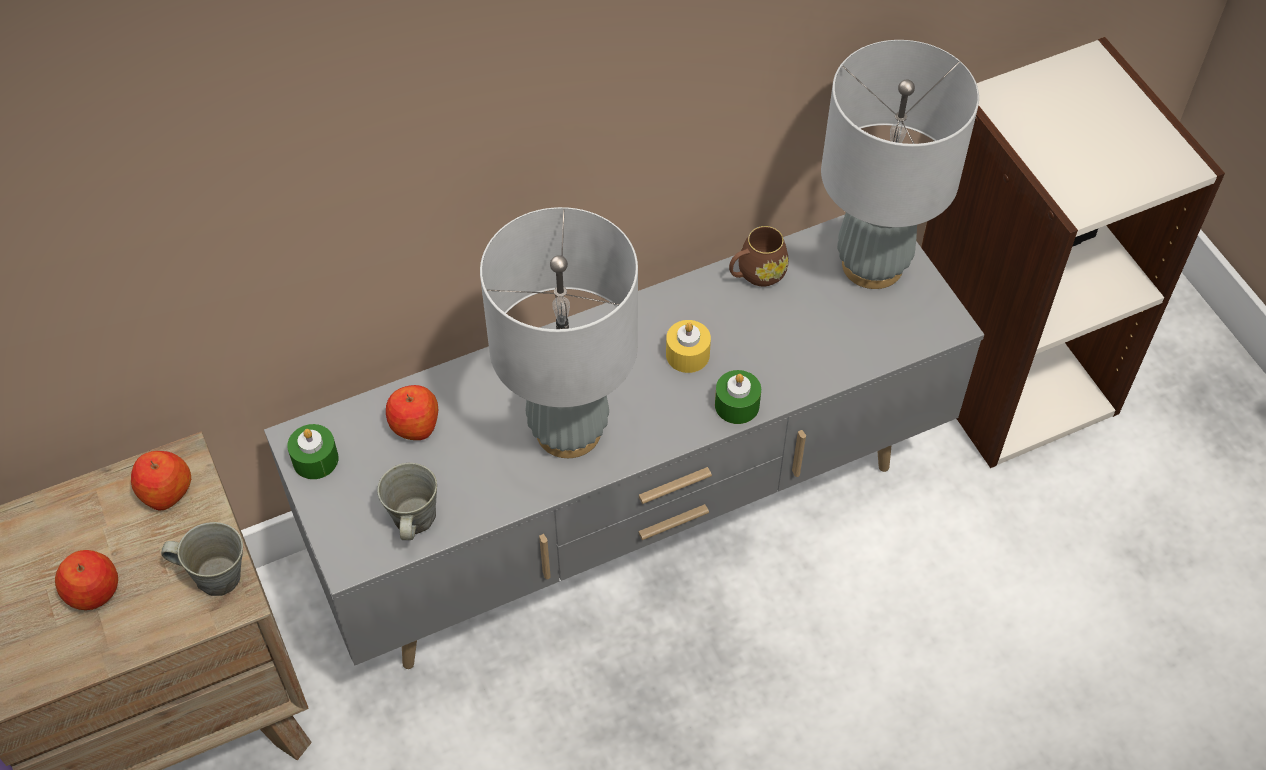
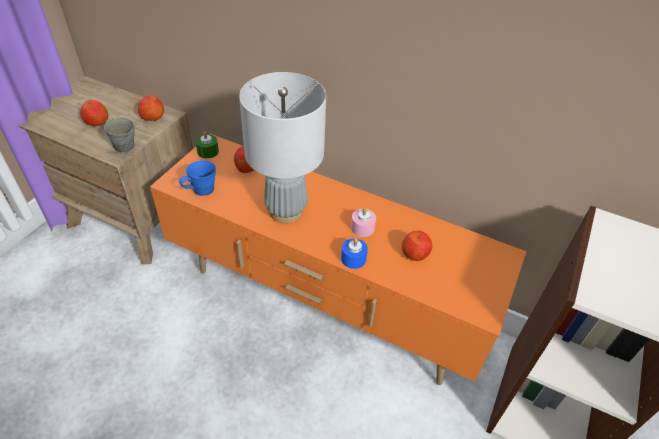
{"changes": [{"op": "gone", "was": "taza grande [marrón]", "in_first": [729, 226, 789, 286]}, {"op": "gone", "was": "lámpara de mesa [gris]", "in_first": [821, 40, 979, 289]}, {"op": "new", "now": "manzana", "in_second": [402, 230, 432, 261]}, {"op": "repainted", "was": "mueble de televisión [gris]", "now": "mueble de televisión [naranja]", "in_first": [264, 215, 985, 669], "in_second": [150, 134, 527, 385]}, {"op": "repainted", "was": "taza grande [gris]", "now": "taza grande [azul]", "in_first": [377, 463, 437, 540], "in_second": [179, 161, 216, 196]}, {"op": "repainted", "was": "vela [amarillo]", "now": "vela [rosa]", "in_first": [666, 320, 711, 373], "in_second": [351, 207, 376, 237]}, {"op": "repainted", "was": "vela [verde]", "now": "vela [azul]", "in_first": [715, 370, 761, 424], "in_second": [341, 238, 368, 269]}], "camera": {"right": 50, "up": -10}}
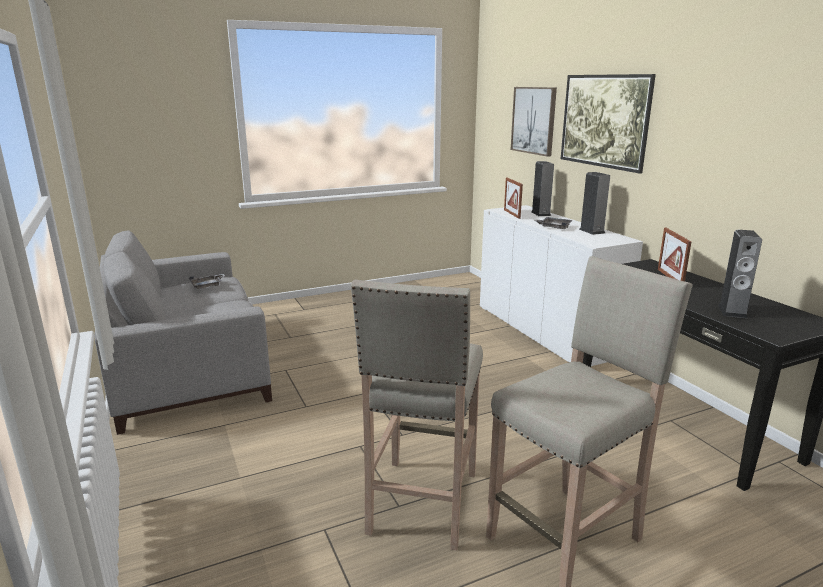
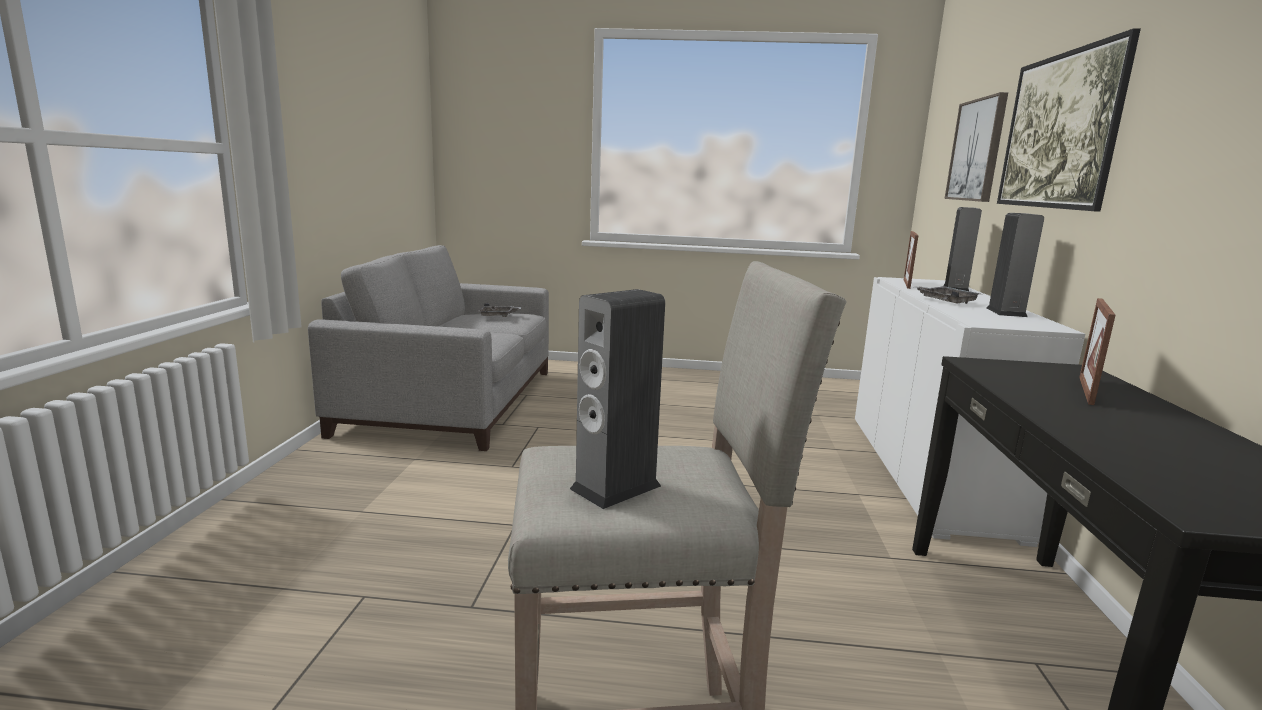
{"changes": [{"op": "gone", "was": "taburete [beis]", "in_first": [351, 279, 483, 551]}, {"op": "shifted", "was": "altavoz", "in_first": [718, 230, 762, 318], "in_second": [570, 289, 665, 509]}], "camera": {"right": 30, "up": -5}}
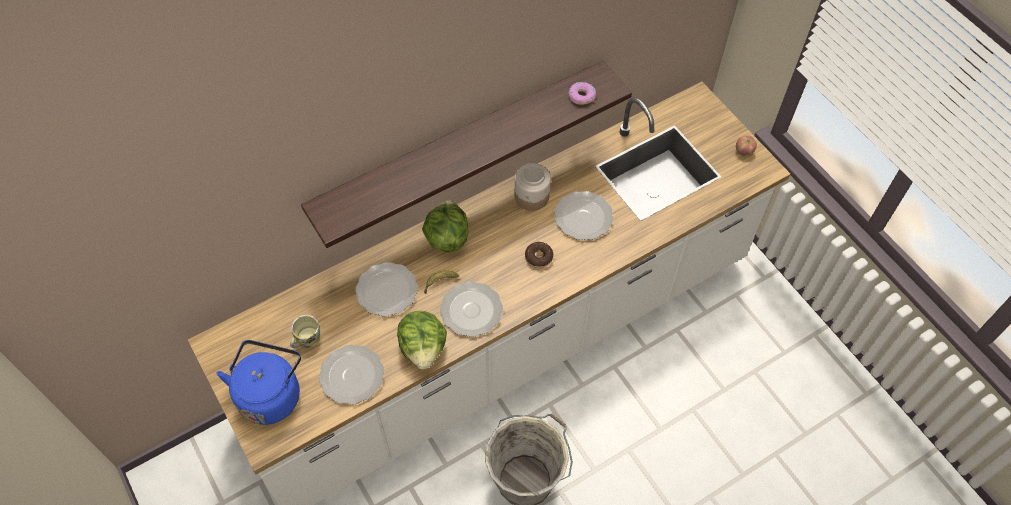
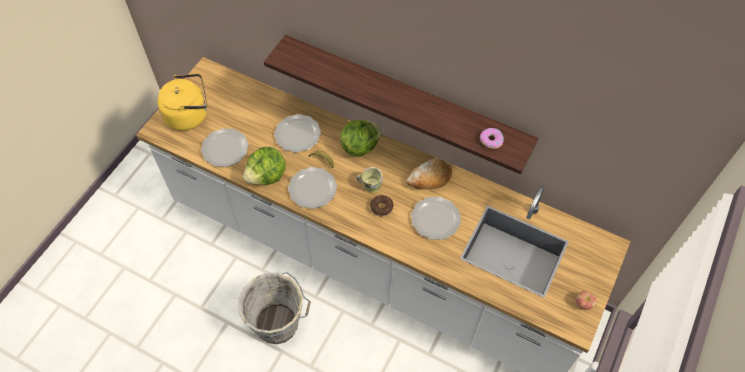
{"changes": [{"op": "shifted", "was": "taza grande", "in_first": [290, 315, 320, 348], "in_second": [356, 167, 383, 193]}, {"op": "swapped", "was": "tarro", "now": "pan", "in_first": [515, 163, 551, 211], "in_second": [406, 158, 453, 190]}, {"op": "repainted", "was": "hervidor [azul]", "now": "hervidor [amarillo]", "in_first": [216, 340, 301, 425], "in_second": [157, 73, 207, 131]}], "camera": {"right": 60, "up": 0}}
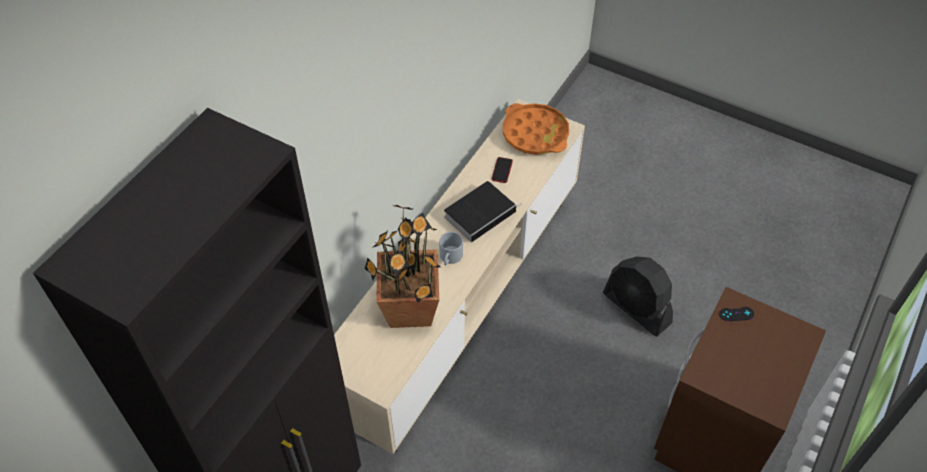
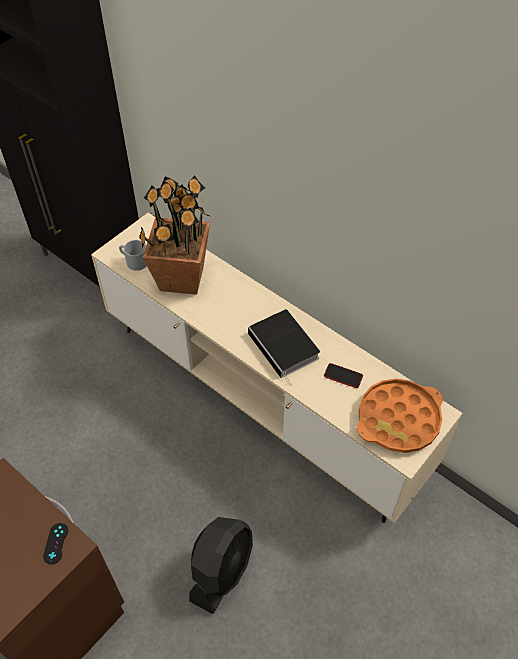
{"changes": [{"op": "shifted", "was": "taza grande [gris]", "in_first": [439, 232, 463, 265], "in_second": [119, 240, 147, 271]}, {"op": "rotated", "was": "ventilador [negro]", "in_first": [603, 256, 673, 336], "in_second": [189, 517, 253, 614], "clockwise": 150}], "camera": {"right": 100, "up": 0}}
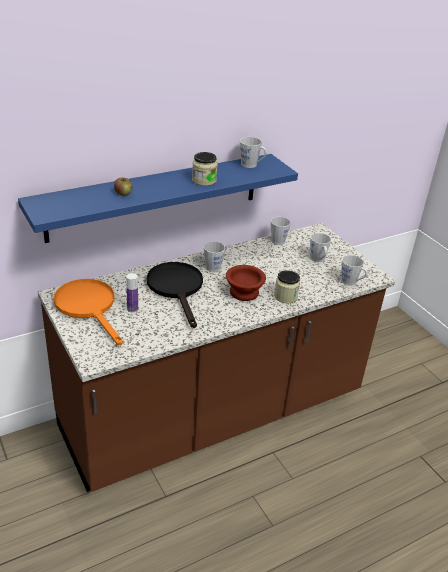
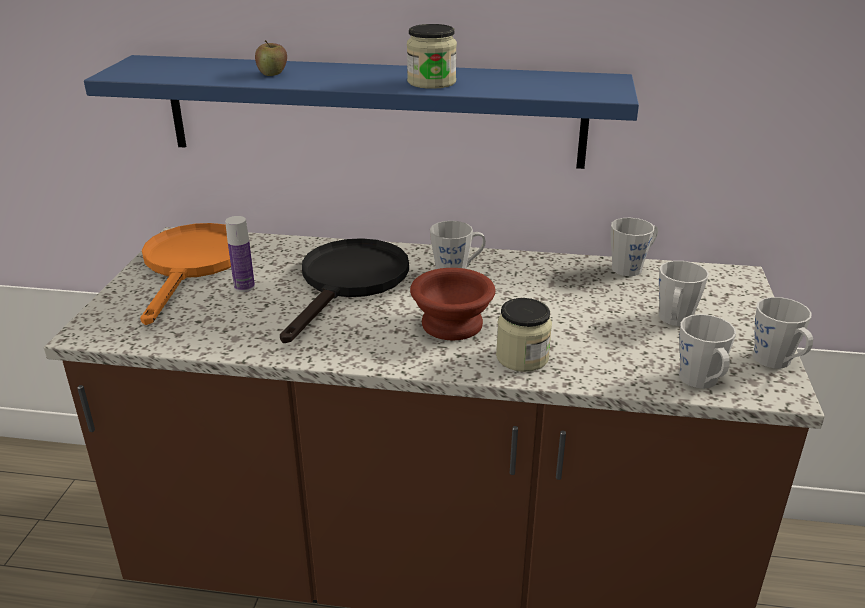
{"changes": [{"op": "shifted", "was": "taza grande [gris]", "in_first": [240, 137, 267, 168], "in_second": [753, 297, 813, 368]}], "camera": {"right": 40, "up": -5}}
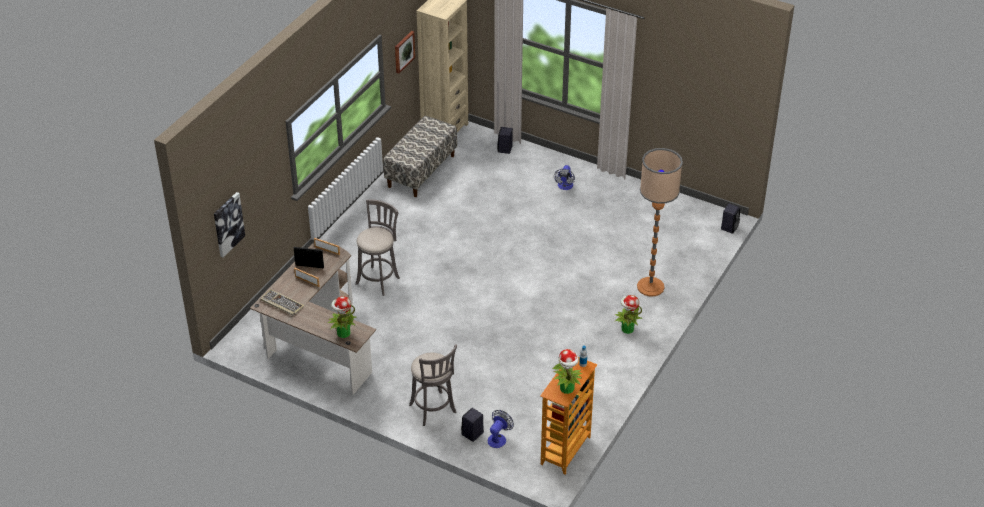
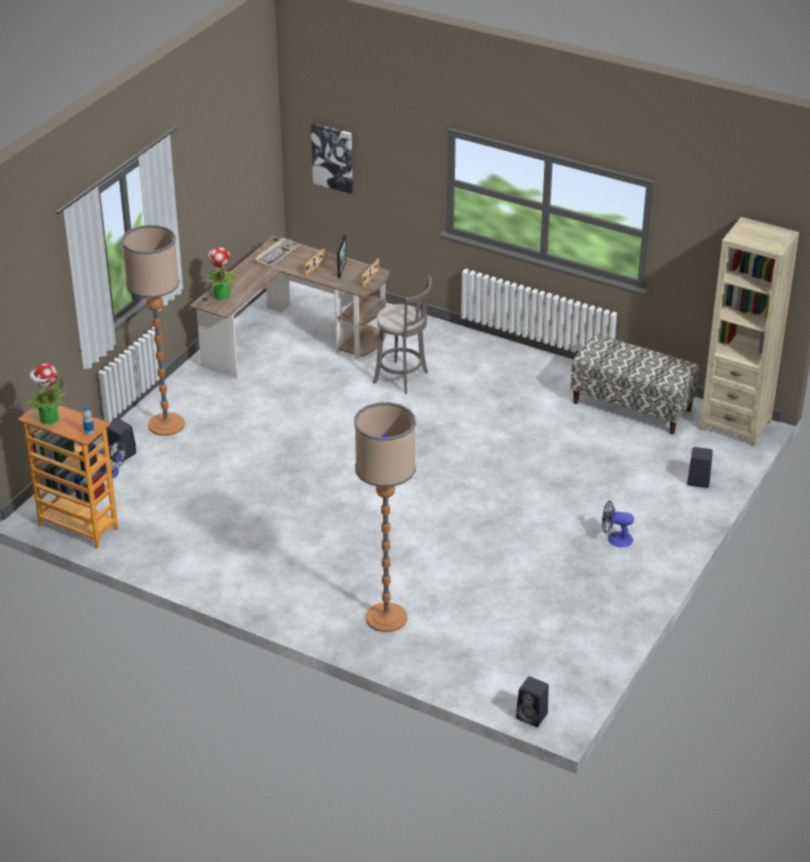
{"changes": [{"op": "gone", "was": "cuadro", "in_first": [395, 31, 415, 74]}, {"op": "gone", "was": "planta en maceta", "in_first": [614, 295, 643, 334]}, {"op": "swapped", "was": "taburete [gris]", "now": "lámpara de pie", "in_first": [409, 344, 457, 426], "in_second": [121, 225, 185, 436]}], "camera": {"right": 90, "up": -5}}
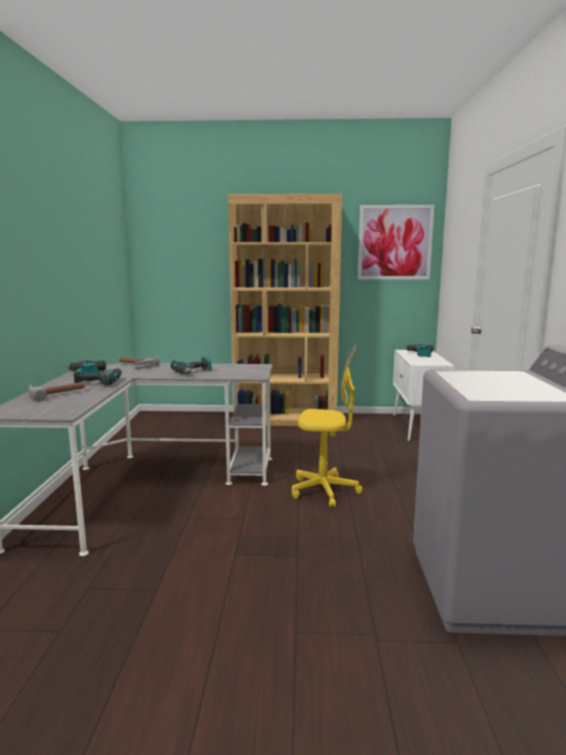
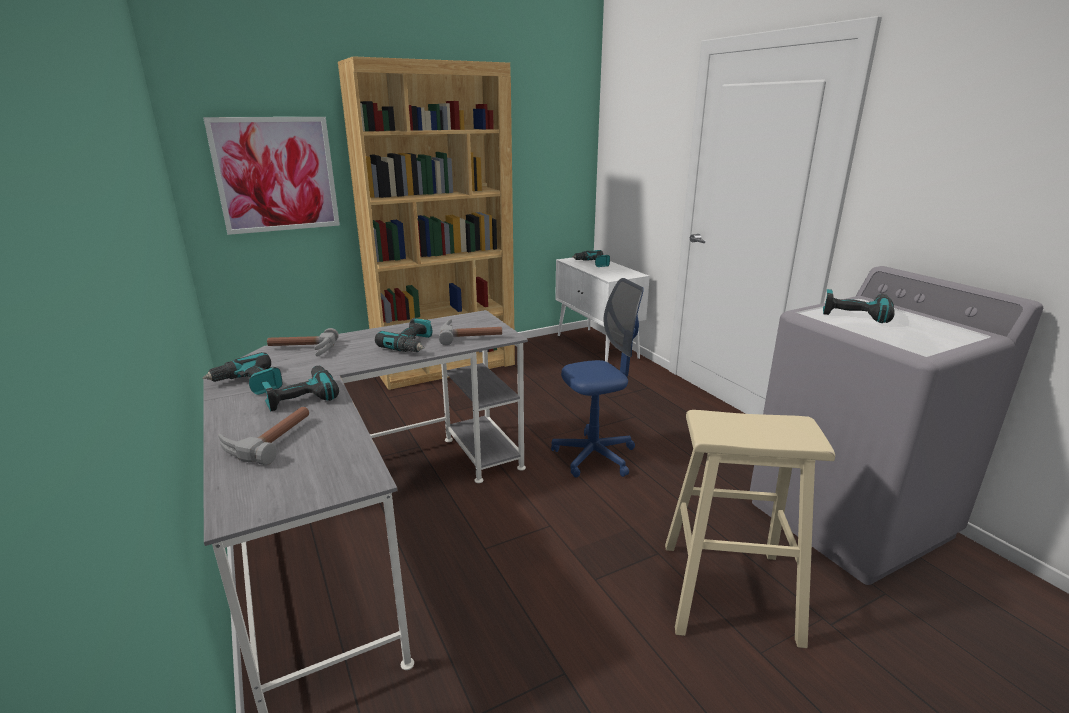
{"changes": [{"op": "new", "now": "martillo", "in_second": [439, 319, 502, 345]}, {"op": "new", "now": "taburete [beis]", "in_second": [665, 410, 835, 648]}, {"op": "new", "now": "taladro", "in_second": [823, 289, 895, 323]}, {"op": "shifted", "was": "cuadro", "in_first": [358, 205, 434, 280], "in_second": [203, 117, 340, 235]}, {"op": "repainted", "was": "silla de oficina [amarillo]", "now": "silla de oficina [azul]", "in_first": [292, 345, 362, 507], "in_second": [551, 278, 644, 478]}], "camera": {"right": -30, "up": 10}}
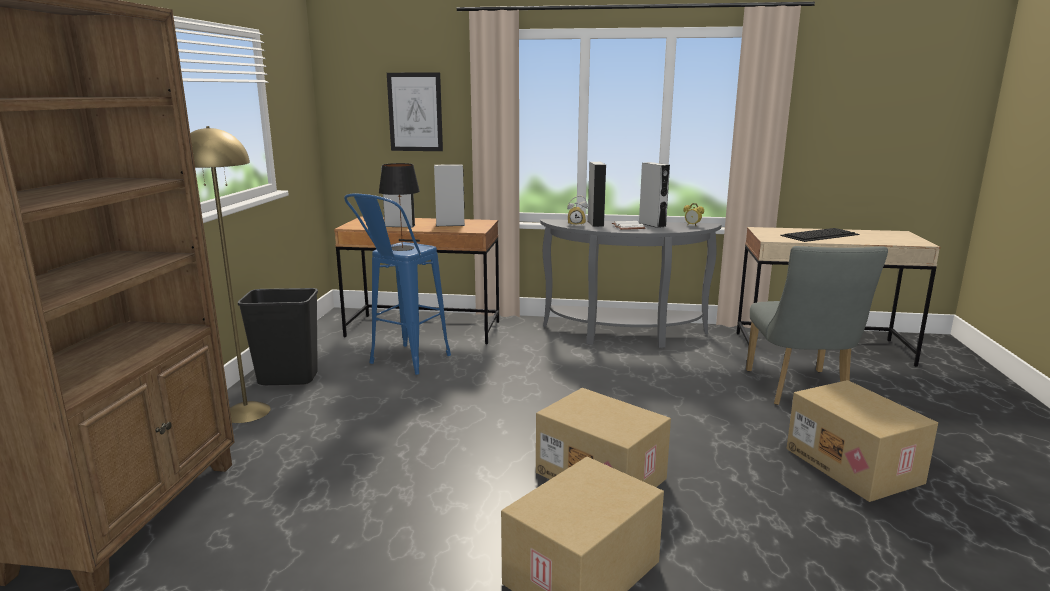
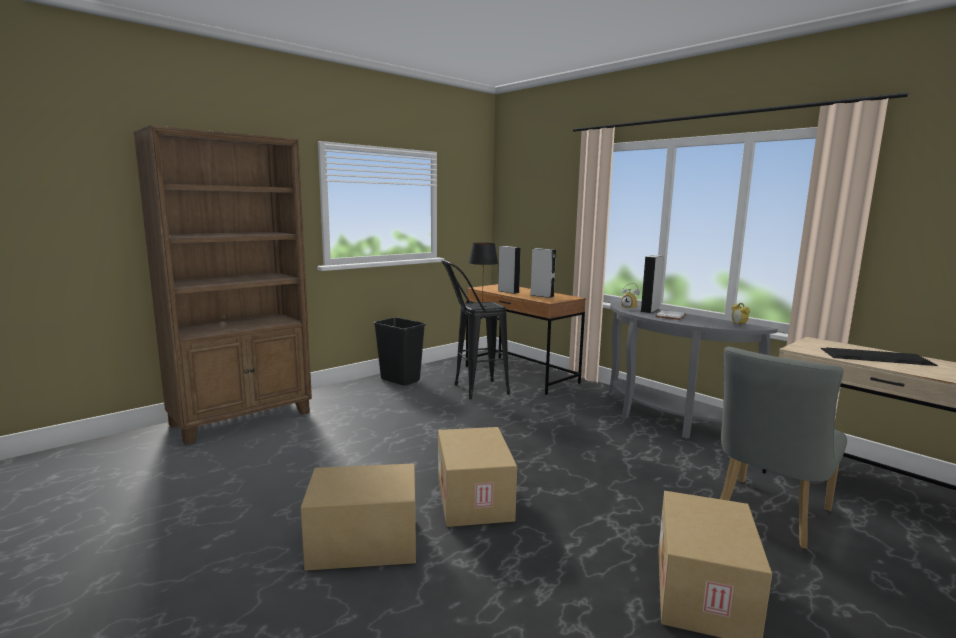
{"changes": [{"op": "gone", "was": "lámpara de pie [amarillo]", "in_first": [190, 126, 271, 423]}, {"op": "gone", "was": "cuadro", "in_first": [387, 73, 443, 151]}, {"op": "gone", "was": "altavoz [gris]", "in_first": [639, 162, 670, 228]}, {"op": "repainted", "was": "taburete [azul]", "now": "taburete [negro]", "in_first": [344, 193, 451, 375], "in_second": [441, 260, 510, 399]}], "camera": {"right": 40, "up": -5}}
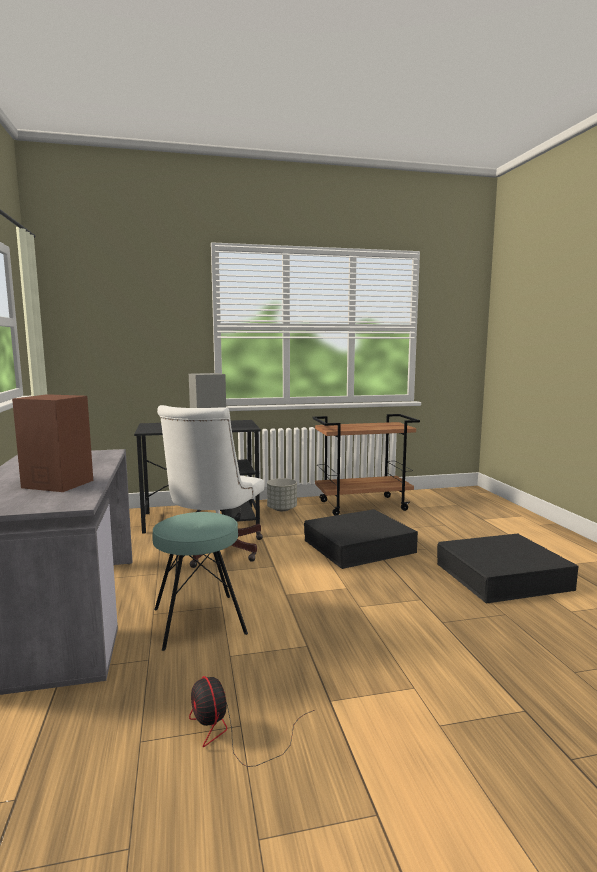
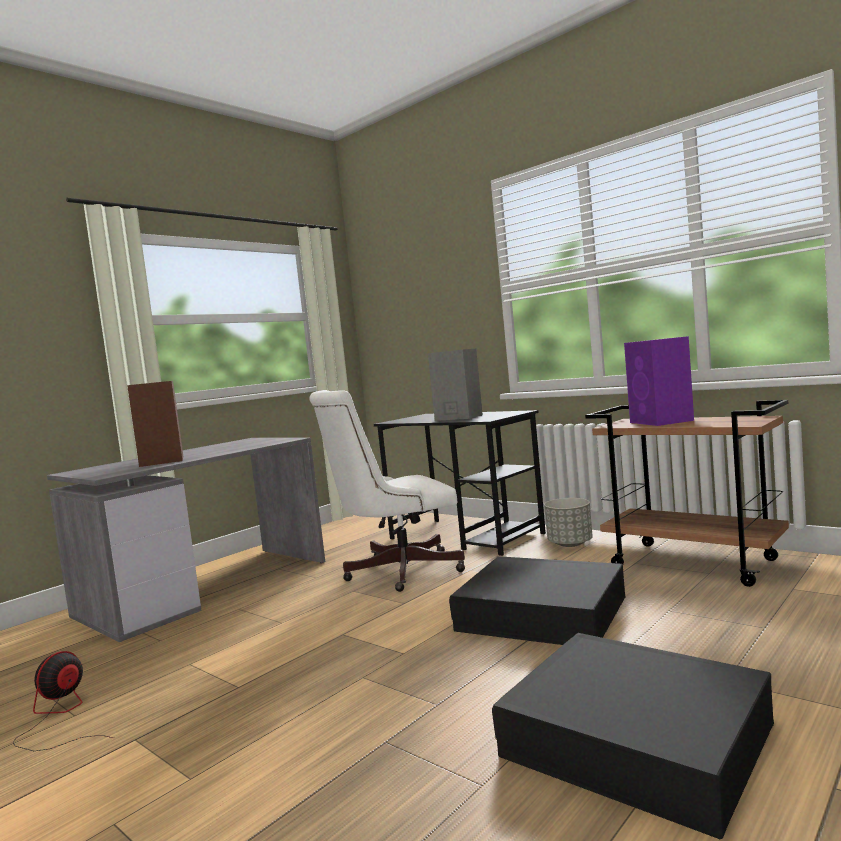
{"changes": [{"op": "gone", "was": "taburete [turquesa]", "in_first": [152, 512, 248, 651]}, {"op": "new", "now": "altavoz [morado]", "in_second": [624, 336, 694, 426]}], "camera": {"right": 55, "up": -5}}
